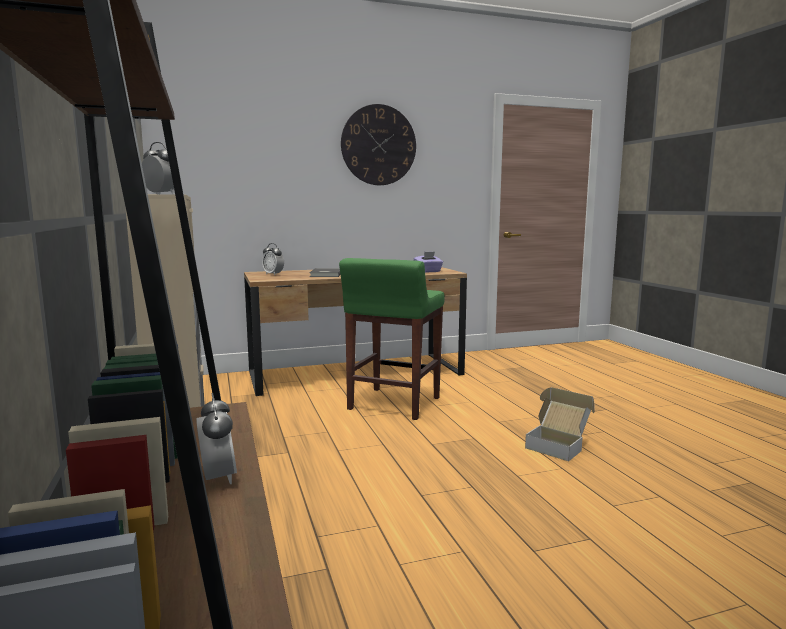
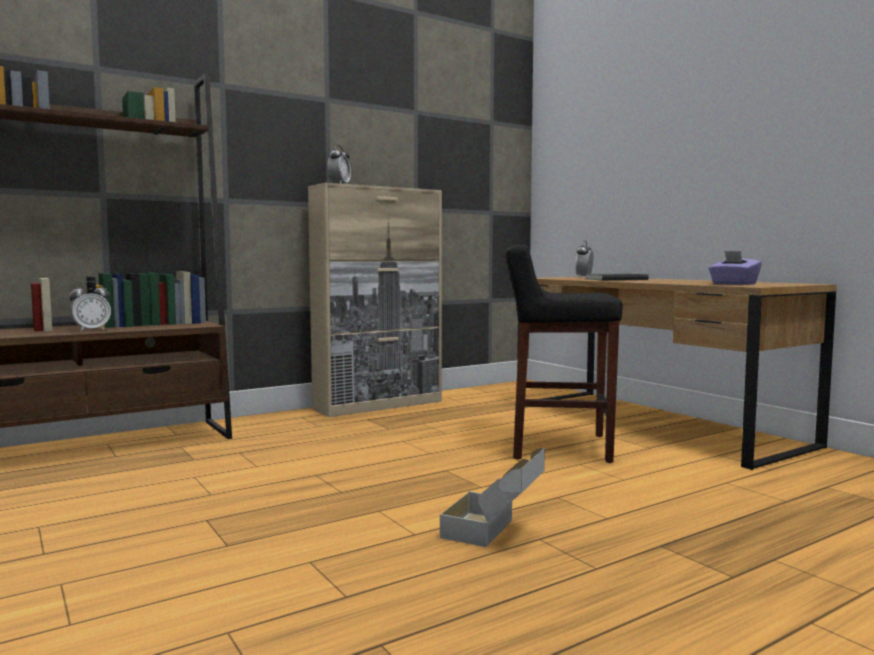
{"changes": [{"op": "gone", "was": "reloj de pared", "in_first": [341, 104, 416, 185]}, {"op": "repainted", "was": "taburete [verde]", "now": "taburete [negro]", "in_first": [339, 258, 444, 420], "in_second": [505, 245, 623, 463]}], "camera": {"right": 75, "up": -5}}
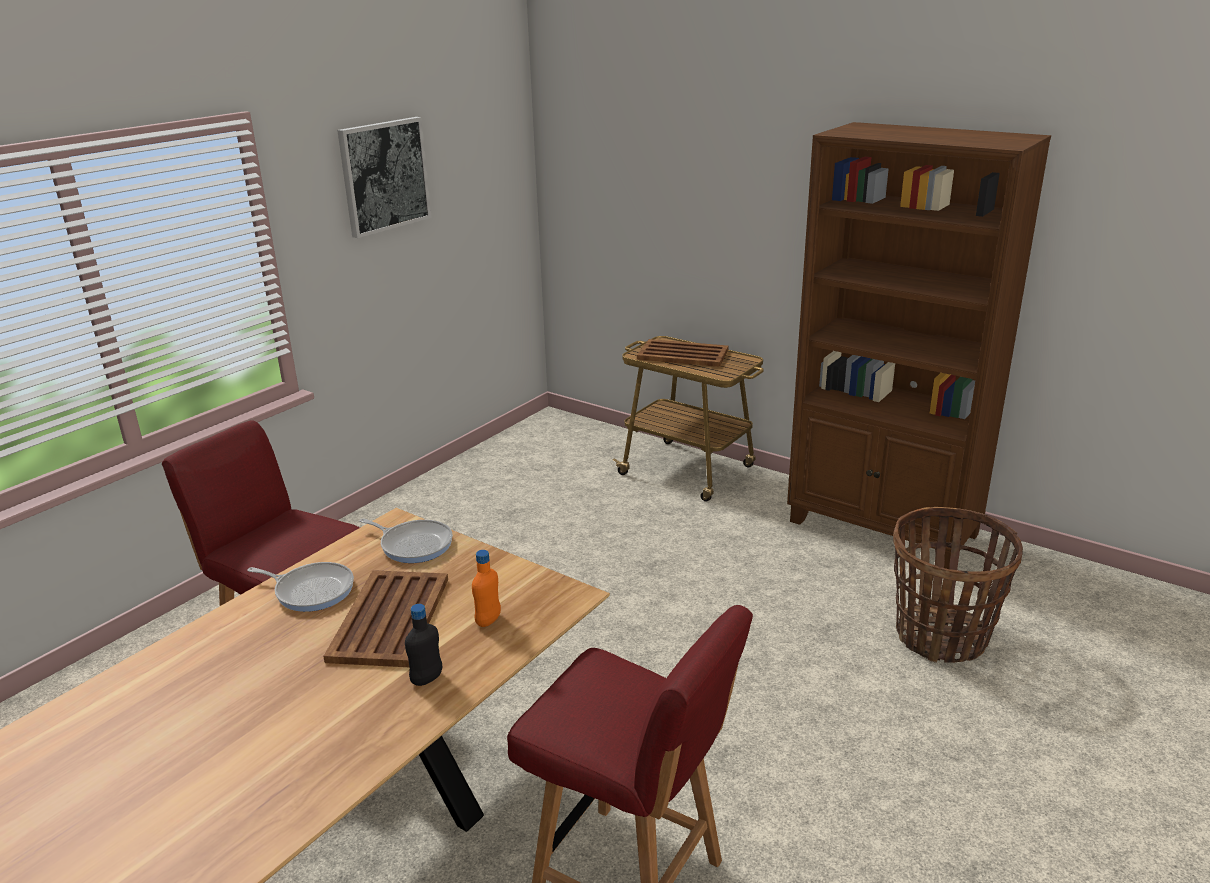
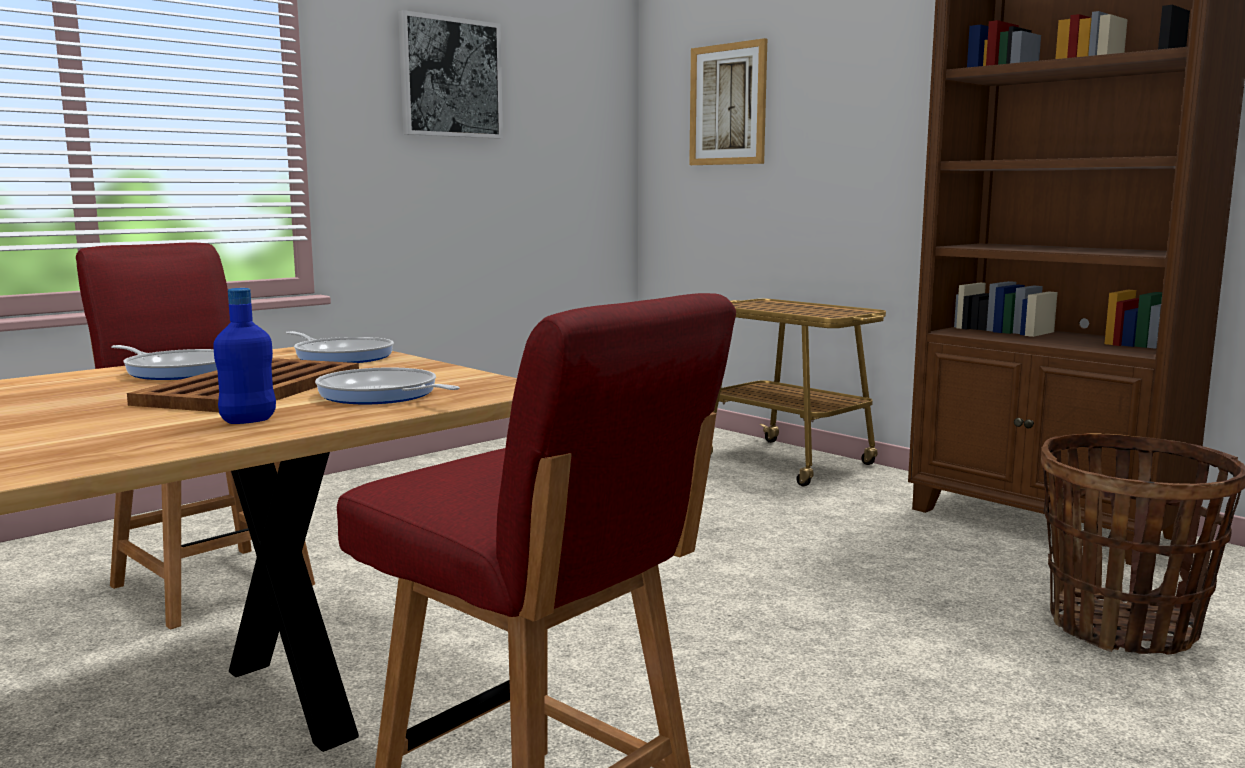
{"changes": [{"op": "gone", "was": "bandeja [marrón]", "in_first": [637, 339, 729, 367]}, {"op": "new", "now": "cuadro", "in_second": [689, 38, 767, 165]}, {"op": "swapped", "was": "botella [naranja]", "now": "sartén", "in_first": [472, 550, 501, 627], "in_second": [315, 367, 460, 404]}, {"op": "repainted", "was": "botella [negro]", "now": "botella [azul]", "in_first": [405, 604, 442, 686], "in_second": [214, 288, 276, 424]}], "camera": {"right": 10, "up": -15}}
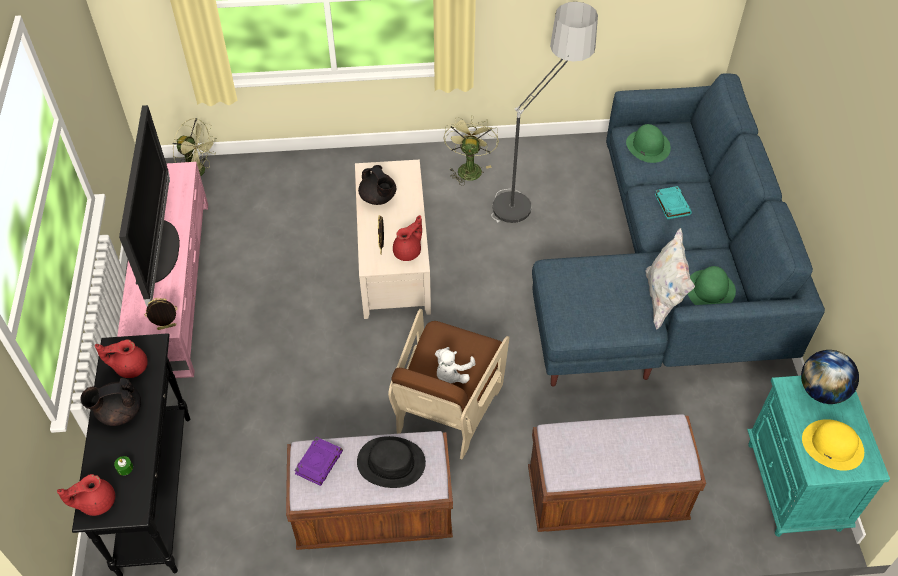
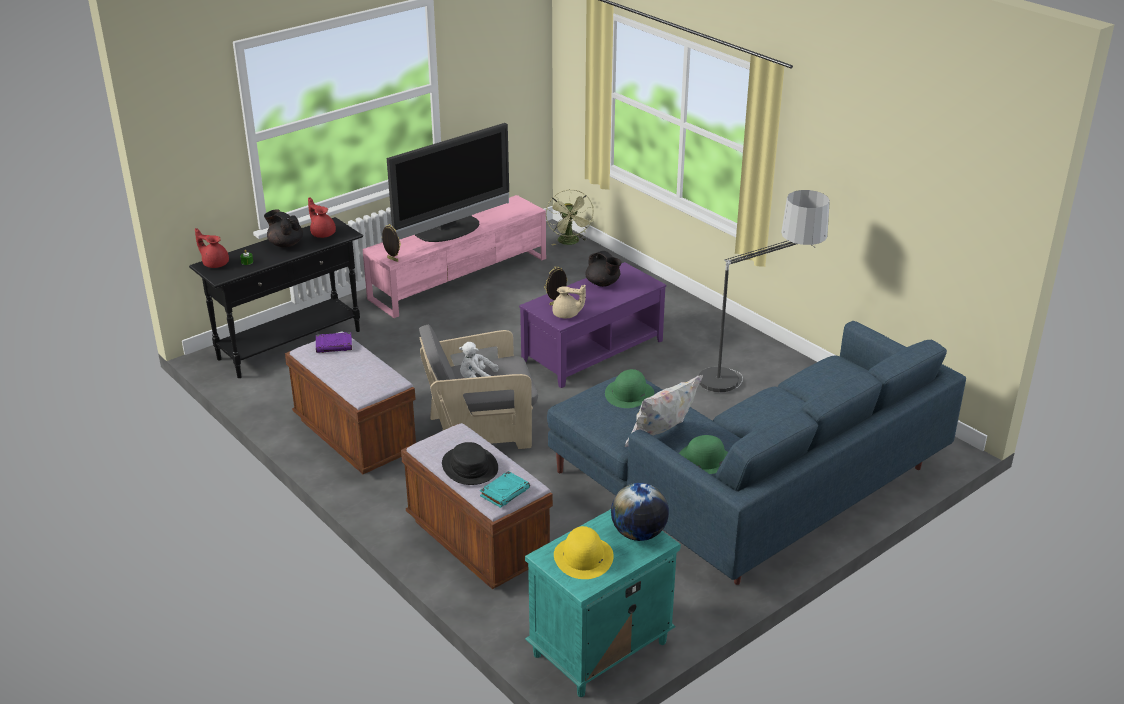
{"changes": [{"op": "gone", "was": "ventilador [verde]", "in_first": [444, 115, 499, 186]}, {"op": "shifted", "was": "sombrero [negro]", "in_first": [357, 436, 426, 488], "in_second": [442, 442, 498, 485]}, {"op": "shifted", "was": "sombrero [verde]", "in_first": [626, 124, 671, 163], "in_second": [605, 369, 654, 408]}, {"op": "shifted", "was": "libro [turquesa]", "in_first": [655, 186, 692, 220], "in_second": [480, 471, 530, 508]}, {"op": "repainted", "was": "mesa de centro [beis]", "now": "mesa de centro [morado]", "in_first": [355, 159, 431, 319], "in_second": [519, 262, 666, 388]}, {"op": "repainted", "was": "sillón [marrón]", "now": "sillón [gris]", "in_first": [388, 309, 509, 460], "in_second": [419, 325, 538, 449]}, {"op": "repainted", "was": "tetera [rojo]", "now": "tetera [beis]", "in_first": [393, 215, 422, 261], "in_second": [552, 285, 586, 318]}, {"op": "rotated", "was": "tetera [negro]", "in_first": [358, 165, 396, 205], "in_second": [585, 251, 622, 287], "clockwise": -60}], "camera": {"right": 55, "up": -20}}
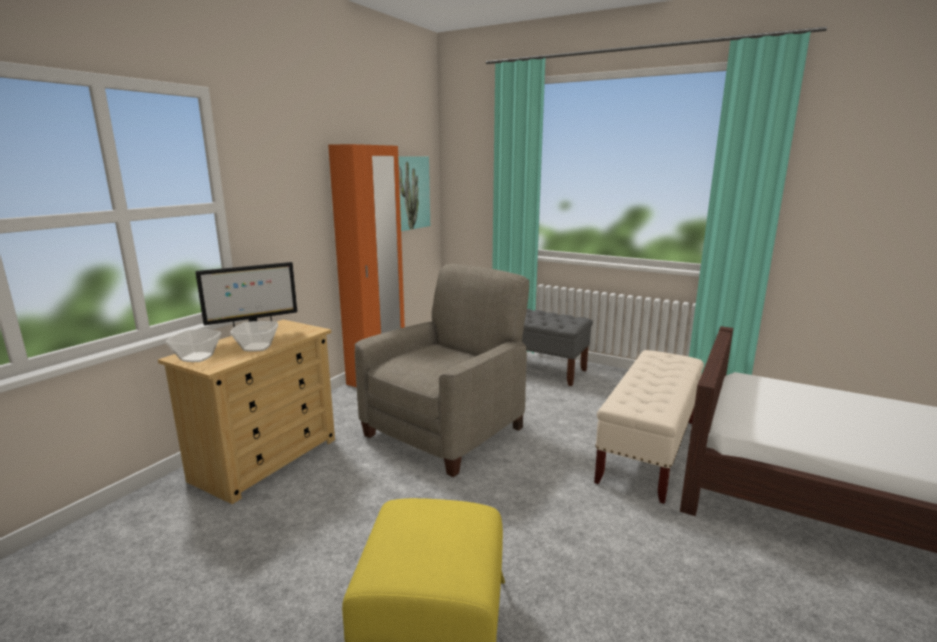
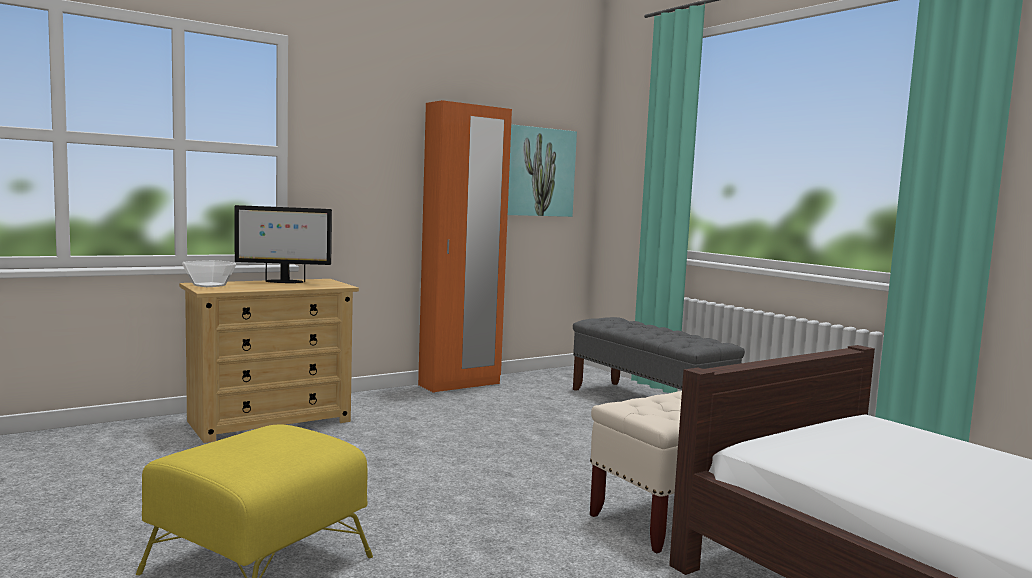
{"changes": [{"op": "gone", "was": "cuenco", "in_first": [230, 321, 278, 352]}, {"op": "gone", "was": "sillón [beis]", "in_first": [355, 264, 529, 477]}], "camera": {"right": 25, "up": -10}}
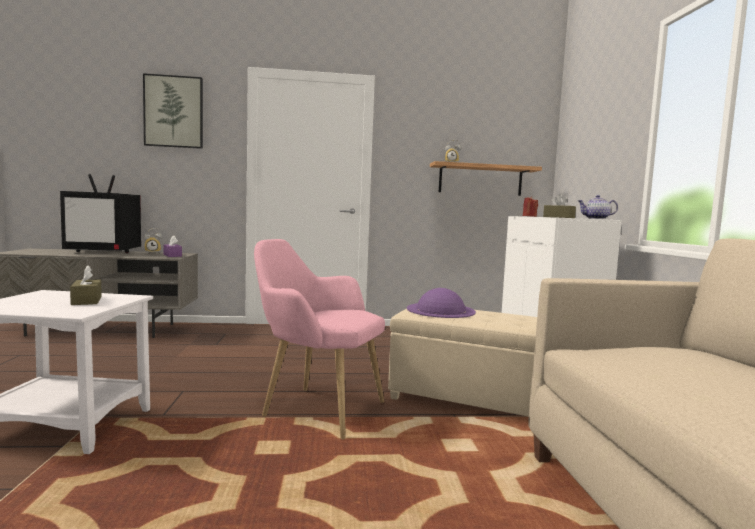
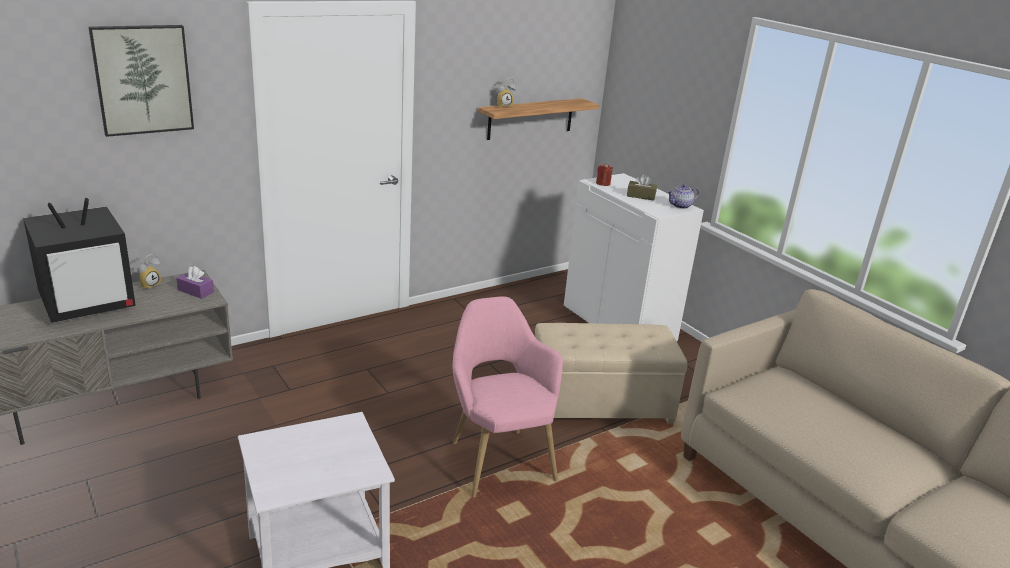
{"changes": [{"op": "gone", "was": "caja de pañuelos [marrón]", "in_first": [70, 265, 102, 305]}, {"op": "gone", "was": "sombrero [morado]", "in_first": [407, 288, 476, 318]}, {"op": "rotated", "was": "sillón [rosa]", "in_first": [254, 239, 385, 439], "in_second": [453, 296, 563, 498], "clockwise": 75}], "camera": {"right": -30, "up": 20}}
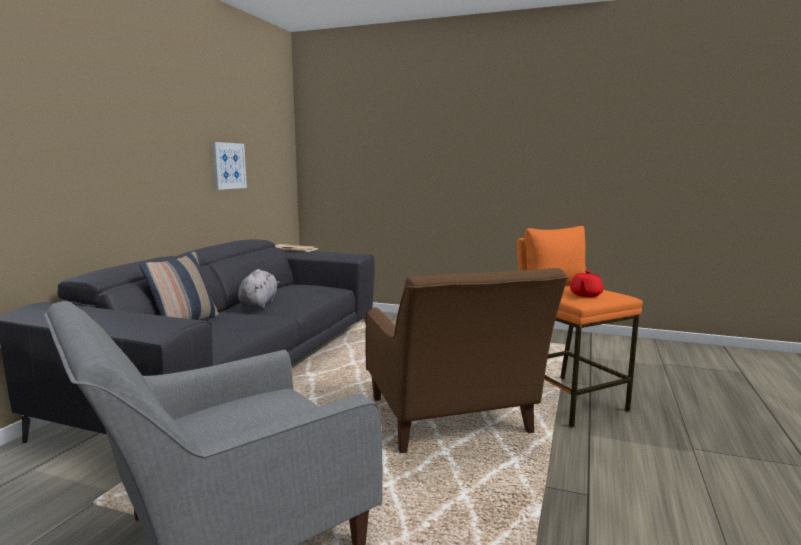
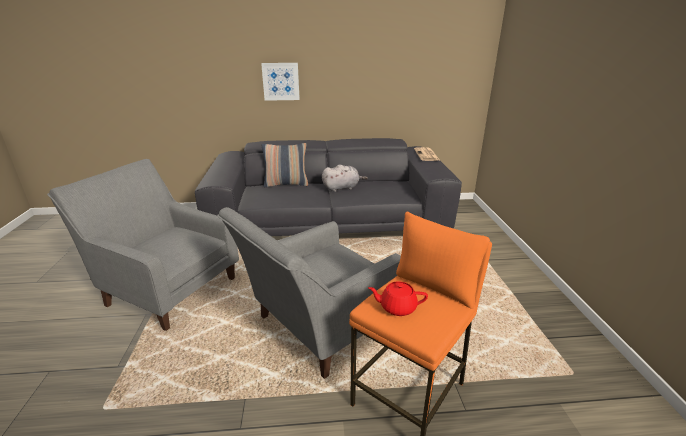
{"changes": [{"op": "shifted", "was": "cuadro", "in_first": [212, 142, 247, 190], "in_second": [261, 63, 300, 101]}, {"op": "repainted", "was": "sillón [marrón]", "now": "sillón [gris]", "in_first": [365, 268, 569, 453], "in_second": [217, 207, 401, 379]}], "camera": {"right": 65, "up": 15}}
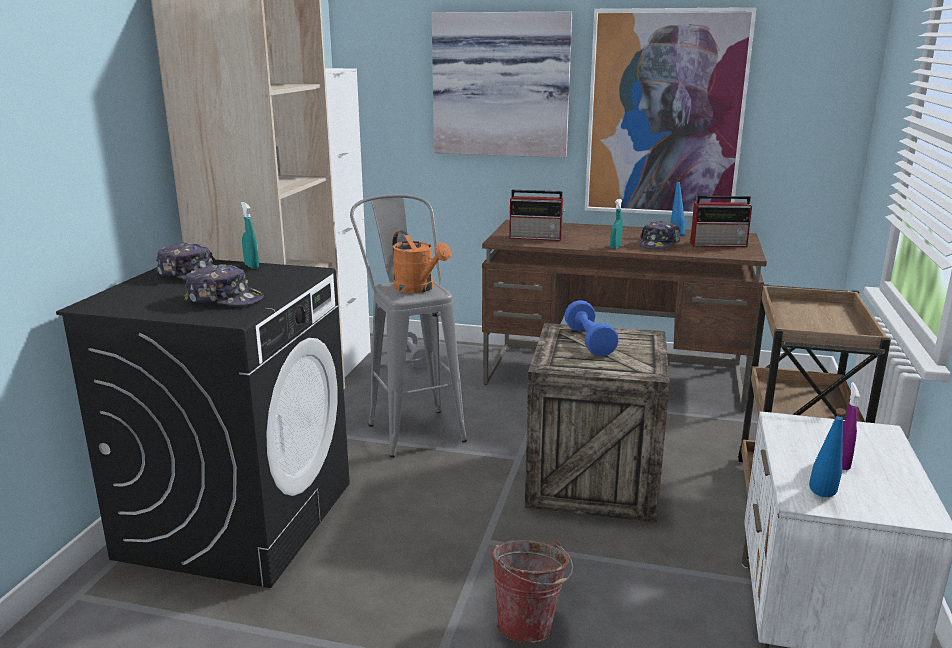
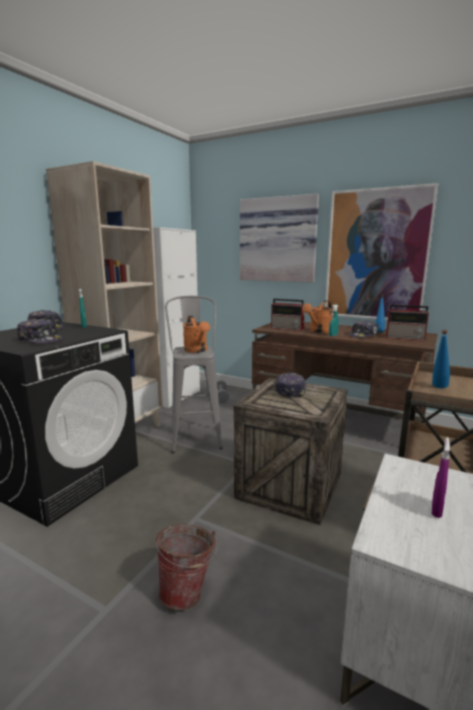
{"changes": [{"op": "new", "now": "regadera [naranja]", "in_second": [302, 301, 333, 333]}, {"op": "shifted", "was": "botella [azul]", "in_first": [809, 408, 846, 497], "in_second": [432, 330, 450, 388]}, {"op": "swapped", "was": "mancuerna [azul]", "now": "gorra", "in_first": [564, 300, 619, 357], "in_second": [275, 373, 306, 398]}], "camera": {"right": 15, "up": -5}}
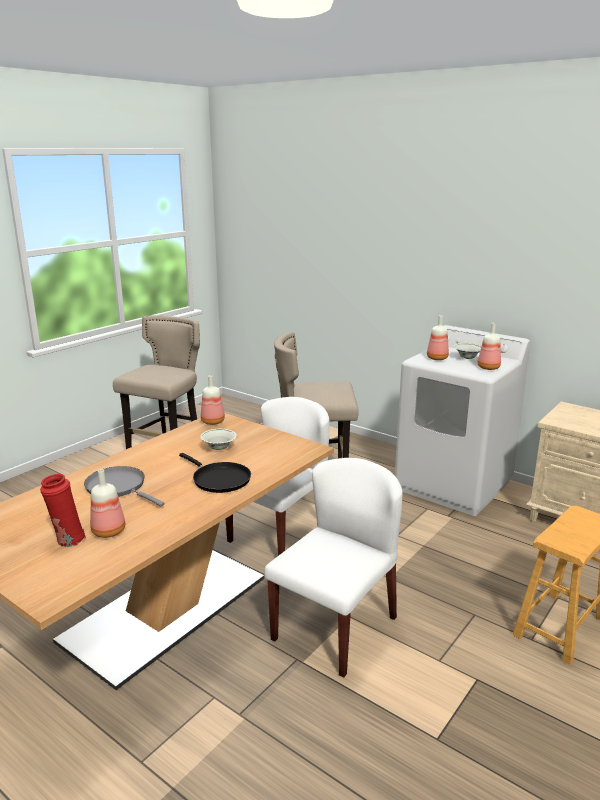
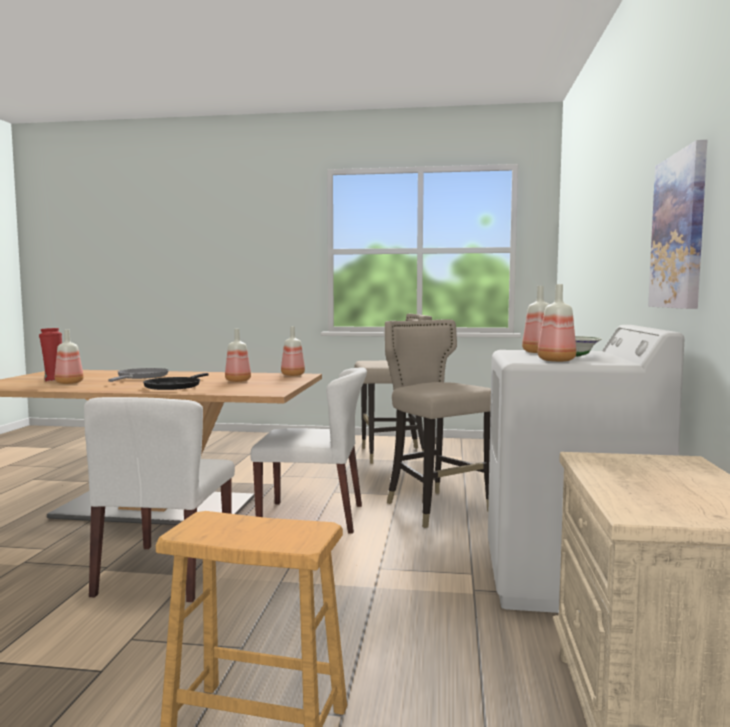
{"changes": [{"op": "new", "now": "cuadro", "in_second": [648, 140, 707, 309]}, {"op": "swapped", "was": "cuenco [blanco]", "now": "botella", "in_first": [200, 429, 237, 450], "in_second": [225, 329, 251, 382]}, {"op": "rotated", "was": "silla [blanco]", "in_first": [264, 458, 402, 678], "in_second": [84, 397, 235, 602], "clockwise": 90}], "camera": {"right": 60, "up": -15}}
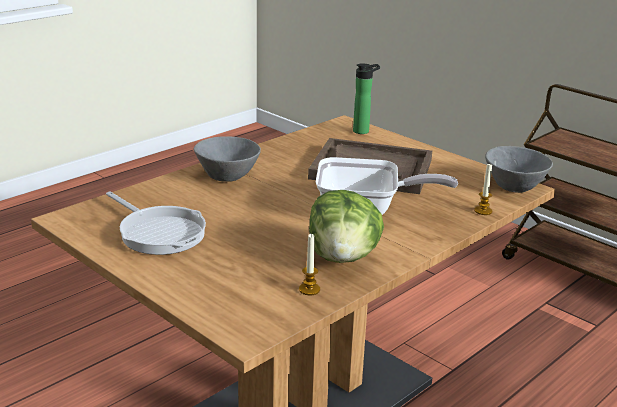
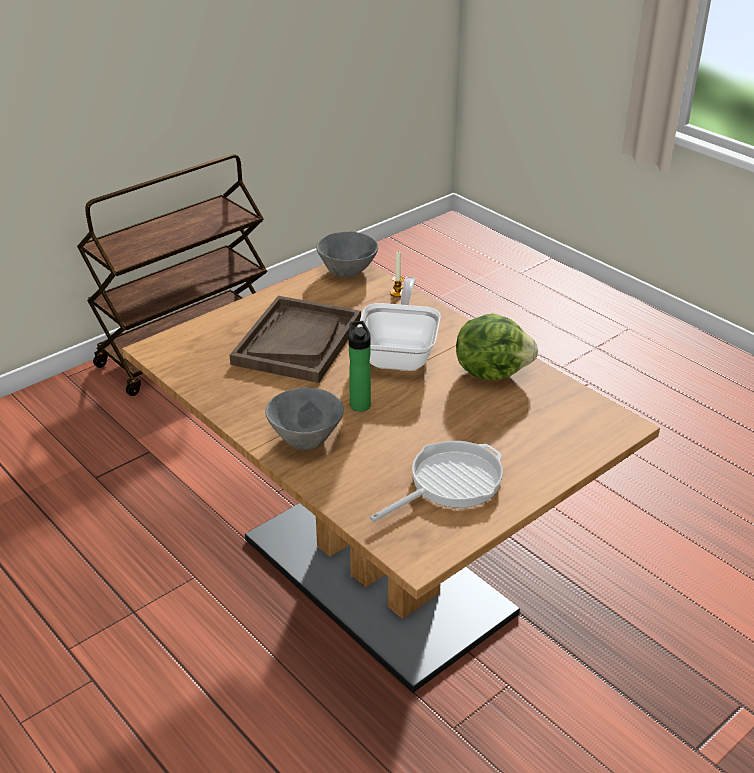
{"changes": [{"op": "gone", "was": "vela", "in_first": [299, 233, 320, 295]}, {"op": "shifted", "was": "botella", "in_first": [353, 63, 380, 134], "in_second": [349, 321, 371, 412]}], "camera": {"right": -85, "up": 10}}
